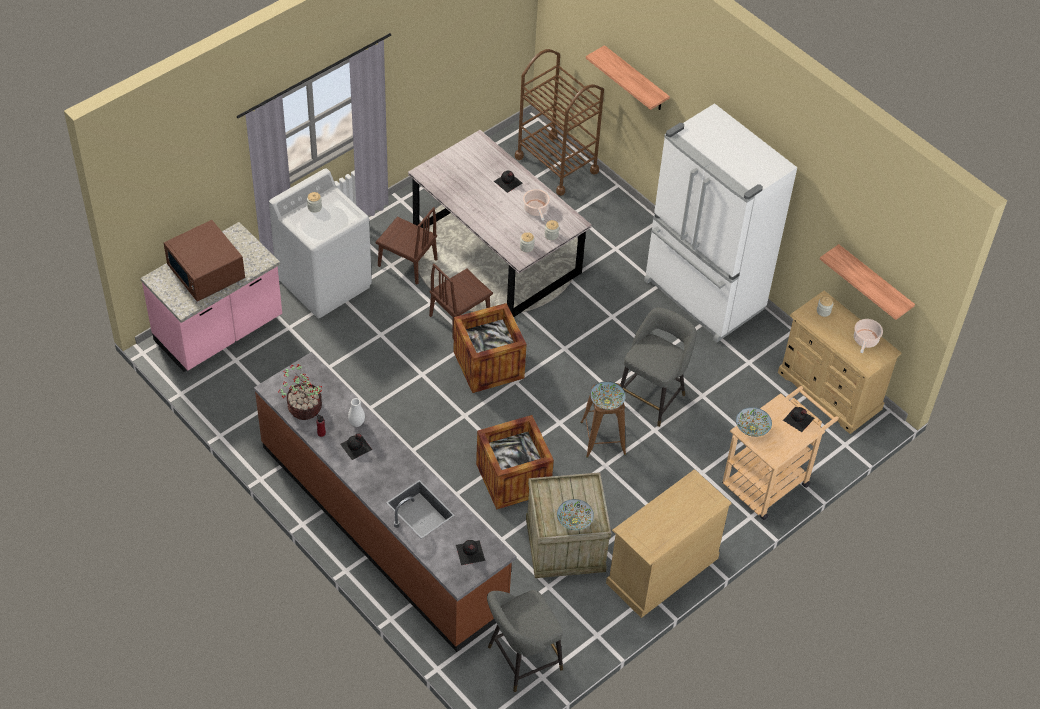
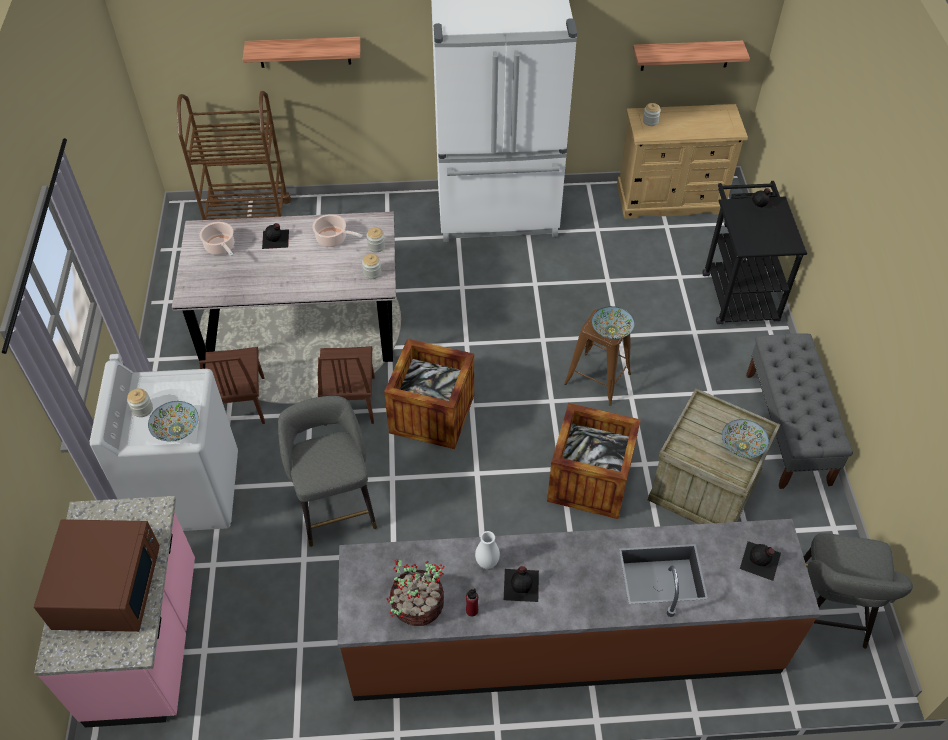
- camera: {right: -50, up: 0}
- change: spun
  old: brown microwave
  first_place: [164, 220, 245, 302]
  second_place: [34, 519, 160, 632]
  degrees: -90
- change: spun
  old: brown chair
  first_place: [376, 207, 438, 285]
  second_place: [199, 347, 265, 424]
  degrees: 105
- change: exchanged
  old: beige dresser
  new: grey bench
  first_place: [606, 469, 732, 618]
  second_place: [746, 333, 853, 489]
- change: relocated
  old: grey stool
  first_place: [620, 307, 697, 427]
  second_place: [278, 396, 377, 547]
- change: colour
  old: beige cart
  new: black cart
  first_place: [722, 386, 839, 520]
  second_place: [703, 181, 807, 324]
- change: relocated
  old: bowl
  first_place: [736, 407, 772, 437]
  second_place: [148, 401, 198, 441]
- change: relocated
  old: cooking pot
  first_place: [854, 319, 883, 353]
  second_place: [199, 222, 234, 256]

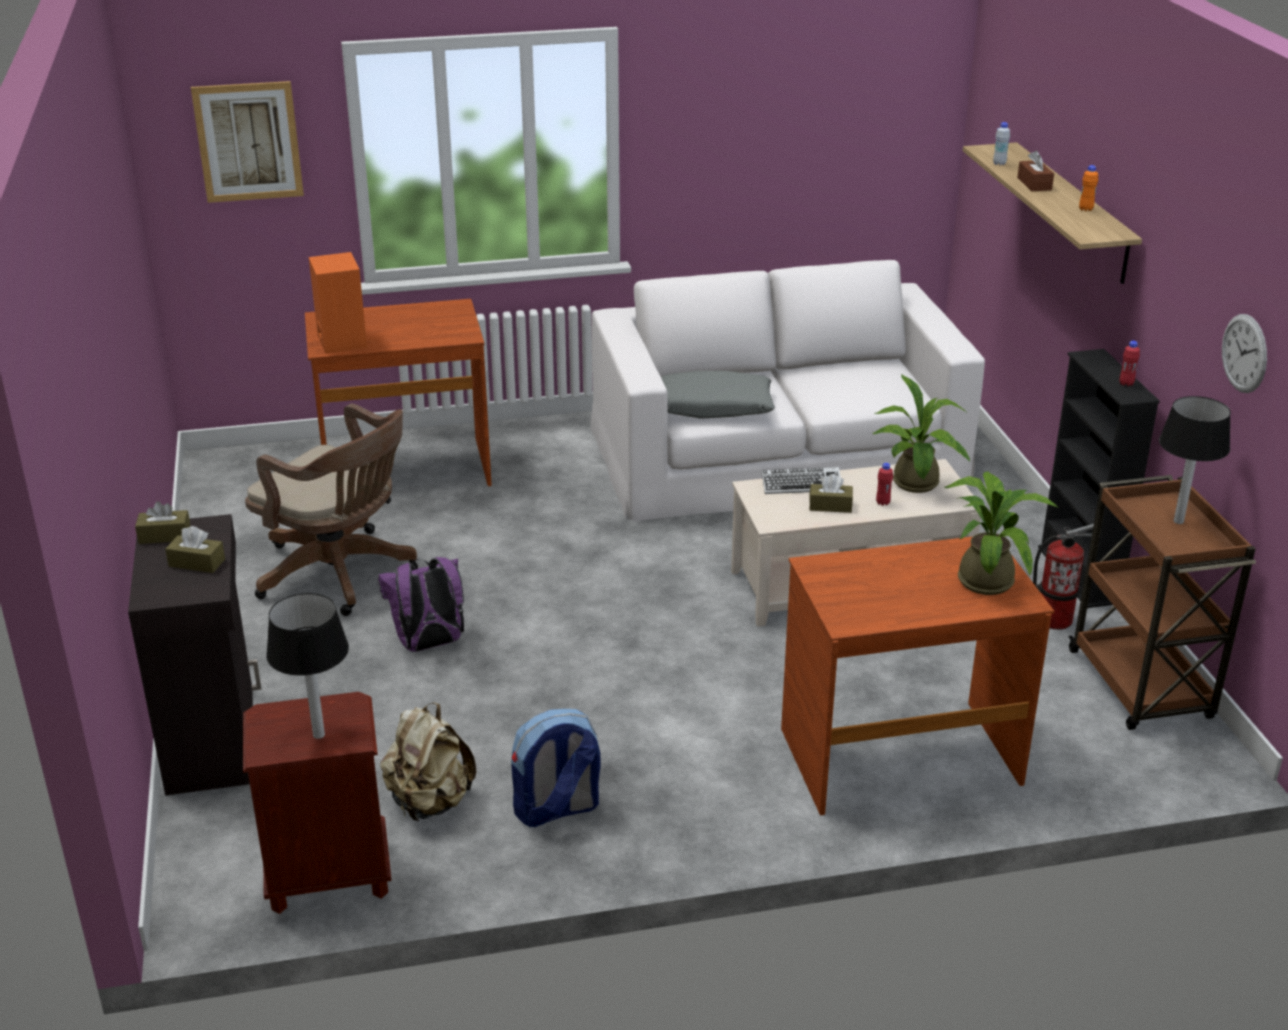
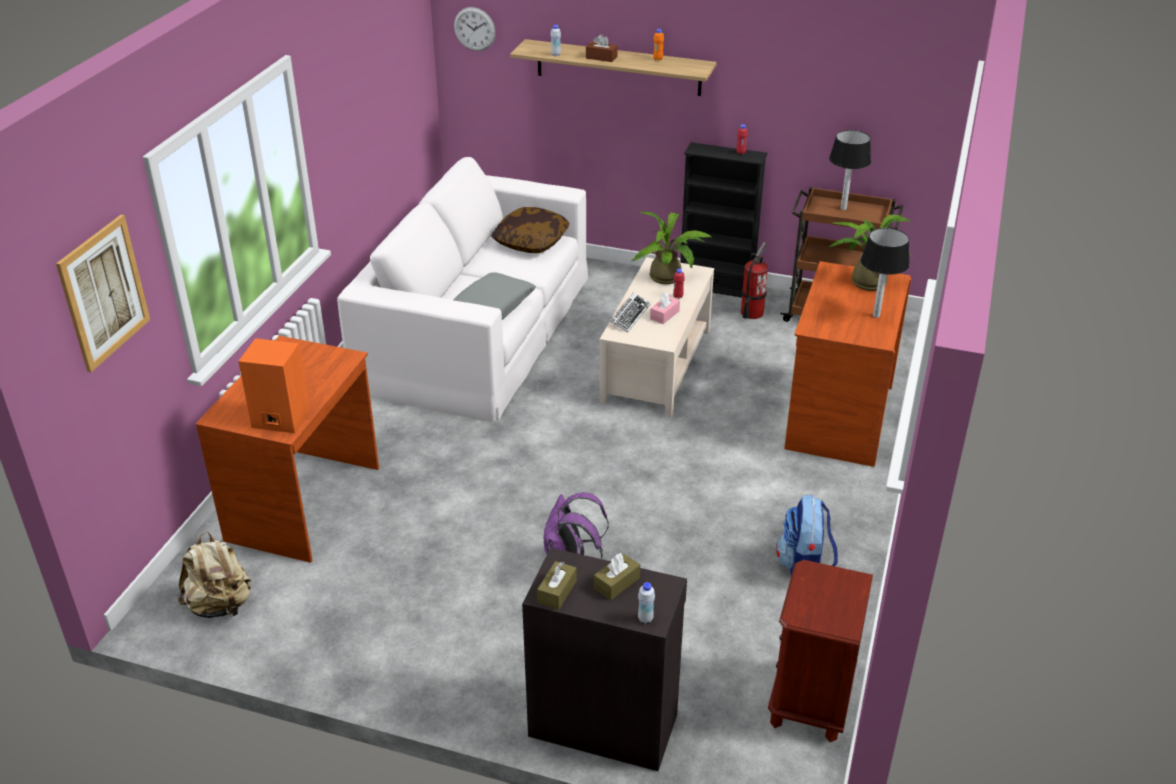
- camera: {right: -60, up: 5}
- change: missing
  old: brown office chair
  first_place: [245, 404, 418, 616]
- change: relocated
  old: table lamp
  first_place: [266, 593, 349, 739]
  second_place: [861, 228, 910, 318]
- change: relocated
  old: beige backpack
  first_place: [380, 702, 476, 821]
  second_place: [178, 531, 251, 618]
- change: colour
  old: brown tissue box
  new: pink tissue box
  first_place: [809, 474, 853, 513]
  second_place: [650, 293, 680, 324]
- change: relocated
  old: wall clock
  first_place: [1222, 314, 1267, 393]
  second_place: [454, 7, 496, 51]
- change: appeared
  new: pillow
  second_place: [491, 207, 569, 253]
- change: appeared
  new: white bottle
  second_place: [638, 582, 655, 624]

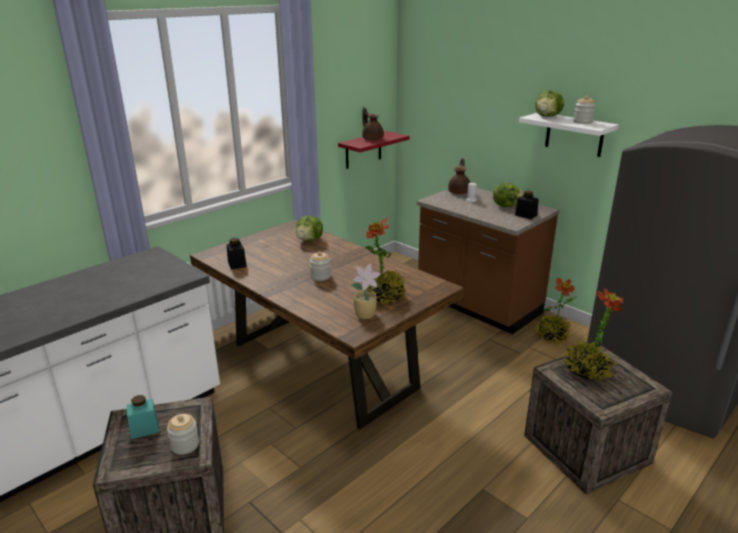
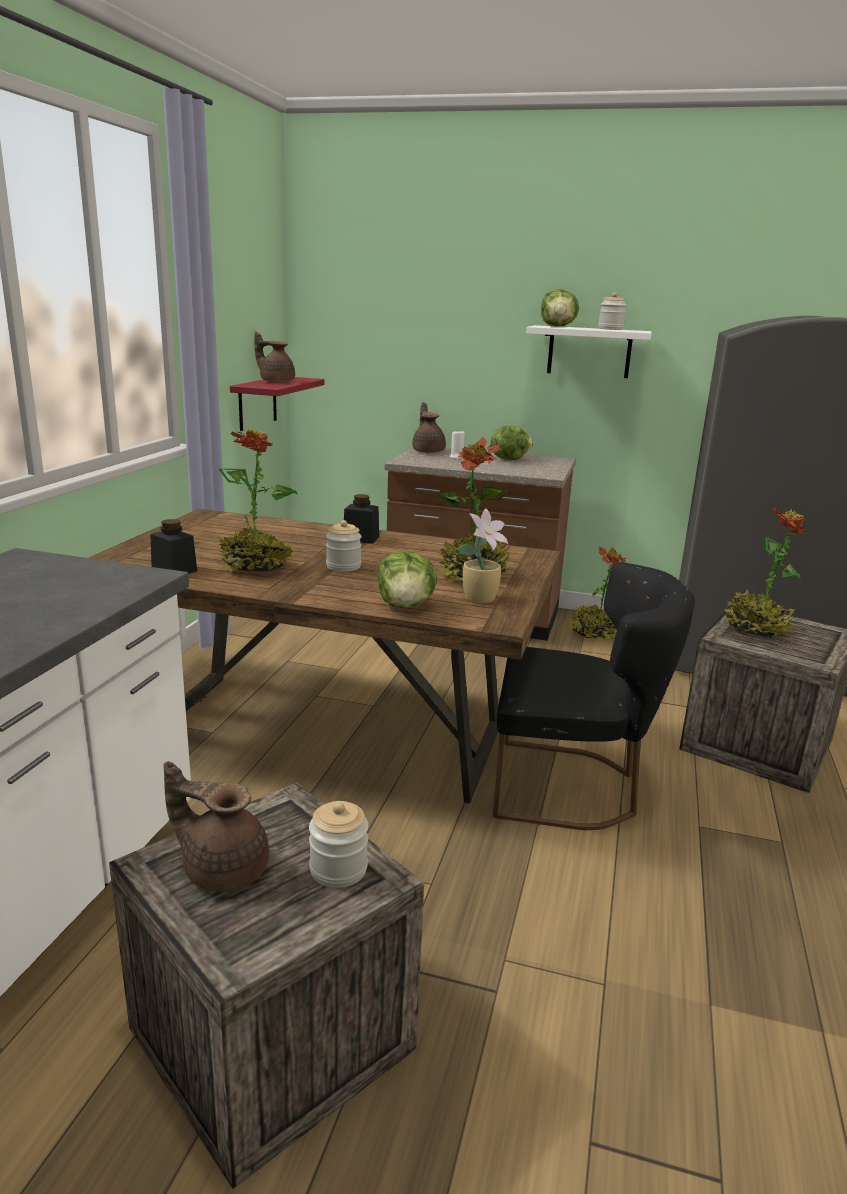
- camera: {right: -30, up: -5}
- change: exchanged
  old: turquoise jar
  new: brown teapot
  first_place: [127, 395, 159, 439]
  second_place: [163, 761, 269, 892]
- change: relocated
  old: lettuce
  first_place: [296, 216, 323, 241]
  second_place: [378, 551, 438, 608]
- change: relocated
  old: black jar
  first_place: [515, 191, 539, 219]
  second_place: [344, 494, 379, 544]
- change: appeared
  new: potted plant
  second_place: [218, 428, 298, 572]
- change: appeared
  new: black chair
  second_place: [493, 562, 695, 830]

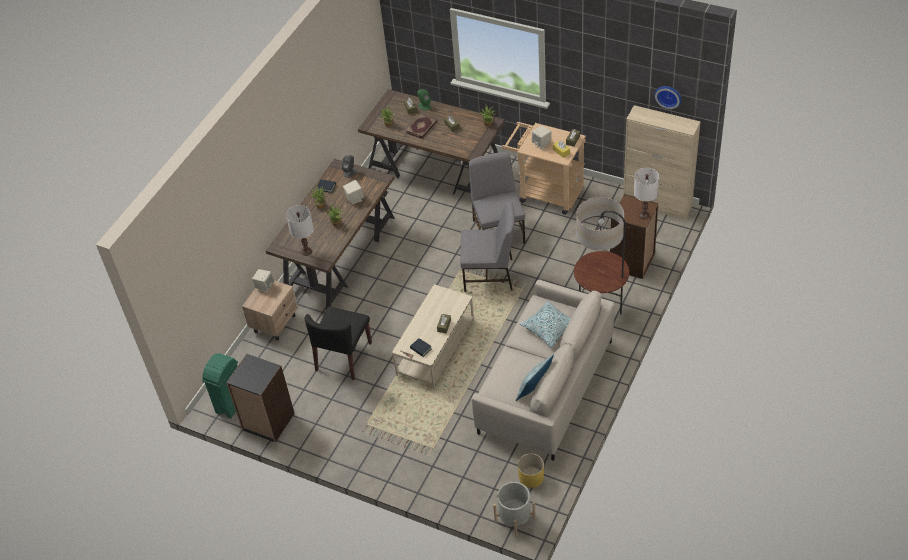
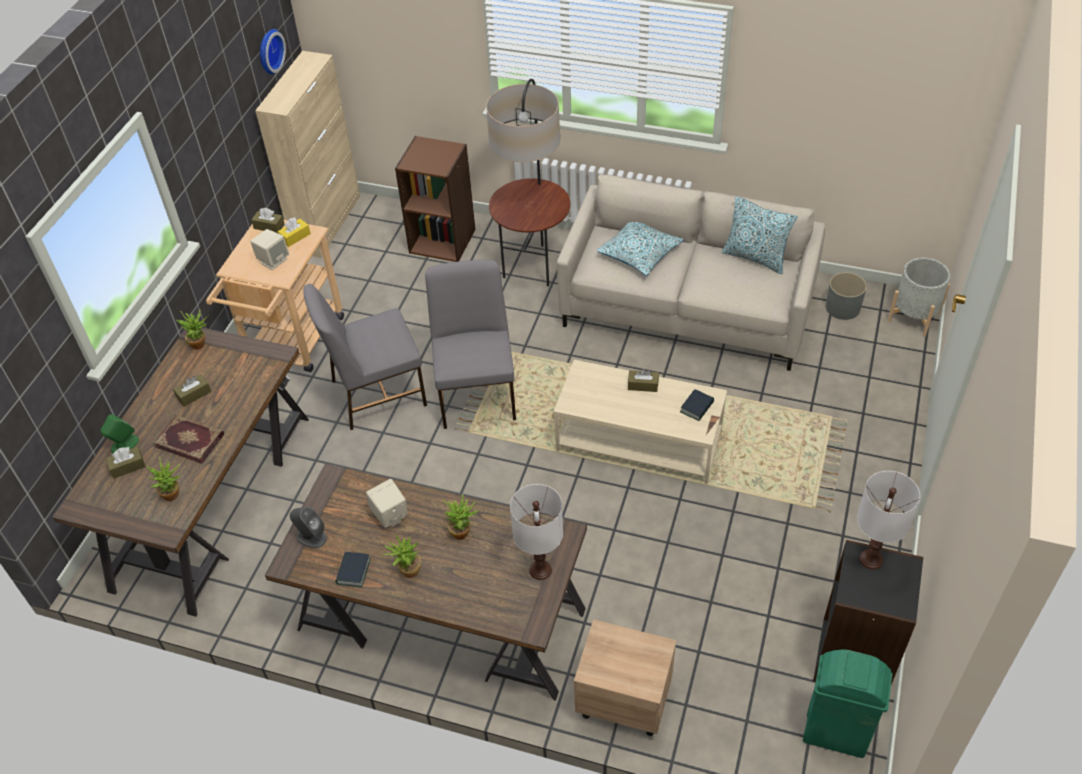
- camera: {right: -100, up: 0}
- change: missing
  old: beige speaker
  first_place: [252, 269, 274, 293]
- change: missing
  old: black chair
  first_place: [305, 307, 372, 380]
- change: colour
  old: yellow planter
  new: grey planter
  first_place: [518, 453, 544, 488]
  second_place: [826, 272, 867, 320]
- change: relocated
  old: white table lamp
  first_place: [634, 168, 659, 220]
  second_place: [857, 471, 920, 569]

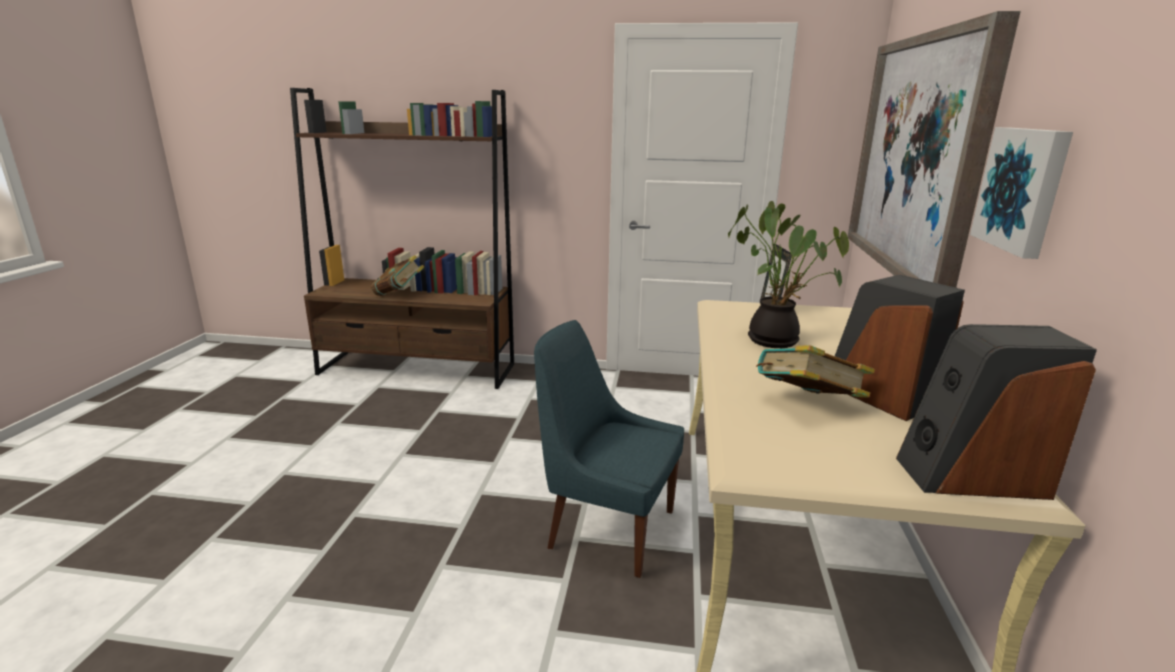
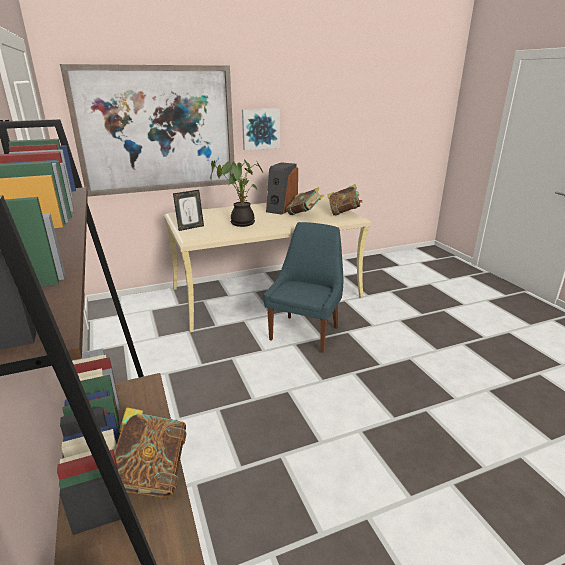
- camera: {right: -120, up: 5}
- change: spun
  old: blue chair
  first_place: [534, 320, 684, 578]
  second_place: [263, 222, 343, 353]
  degrees: -150
- change: missing
  old: speaker
  first_place: [896, 324, 1097, 500]
- change: appeared
  new: book
  second_place: [327, 184, 363, 216]

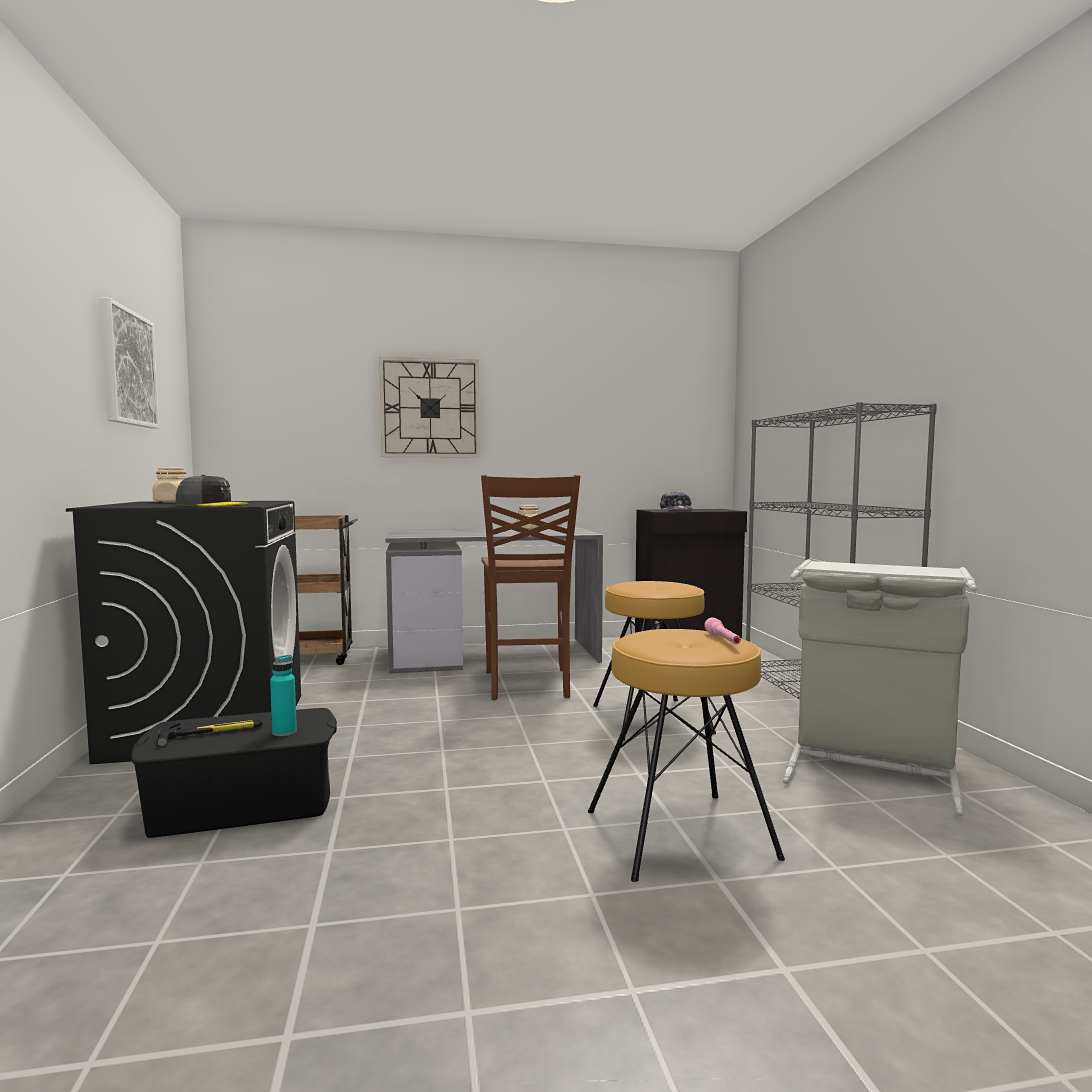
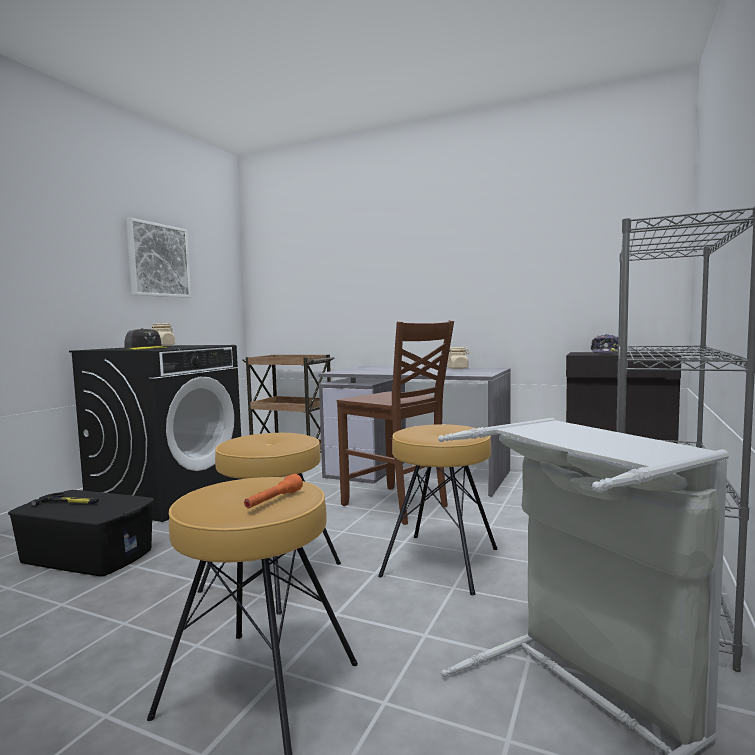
- camera: {right: 35, up: 0}
- change: missing
  old: turquoise bottle
  first_place: [270, 655, 297, 736]
- change: missing
  old: wall clock
  first_place: [379, 357, 480, 458]
- change: spun
  old: brown chair
  first_place: [481, 475, 580, 700]
  second_place: [337, 320, 454, 525]
  degrees: -75
- change: colour
  old: pink flashlight
  new: orange flashlight
  first_place: [704, 617, 741, 644]
  second_place: [244, 474, 303, 508]
- change: appeared
  new: brown stool
  second_place: [198, 433, 341, 615]

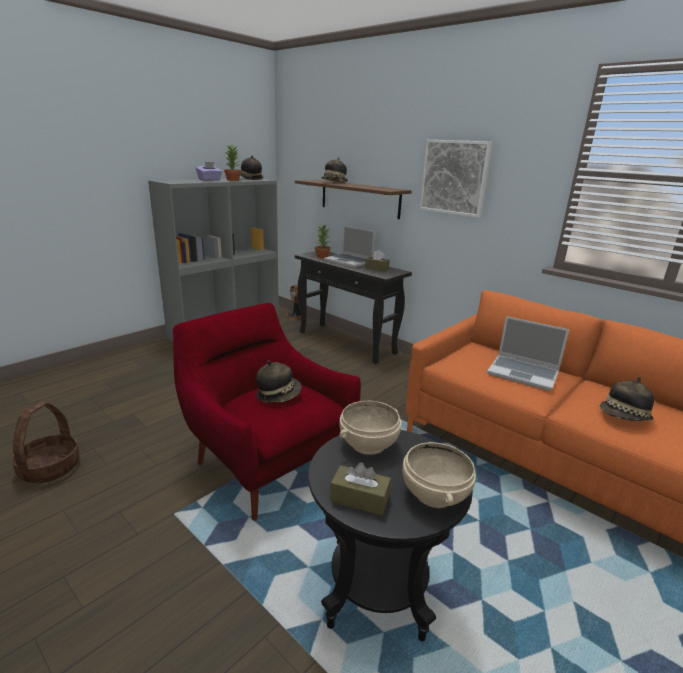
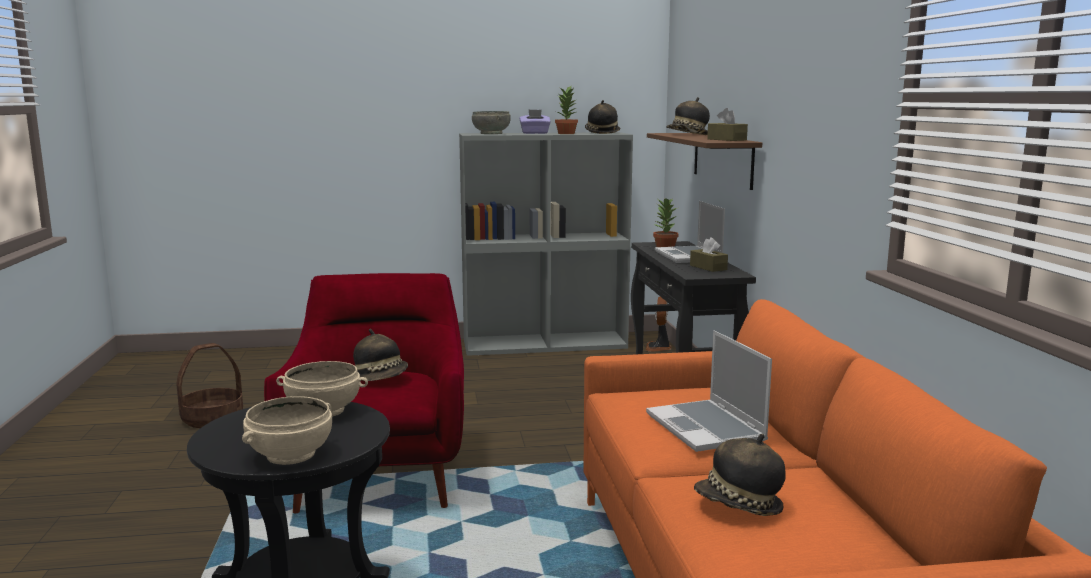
- camera: {right: 40, up: -10}
- change: relocated
  old: brown tissue box
  first_place: [330, 462, 391, 515]
  second_place: [707, 108, 748, 141]
- change: missing
  old: picture
  first_place: [419, 140, 492, 218]
- change: appeared
  new: grey bowl
  second_place: [472, 111, 511, 134]

